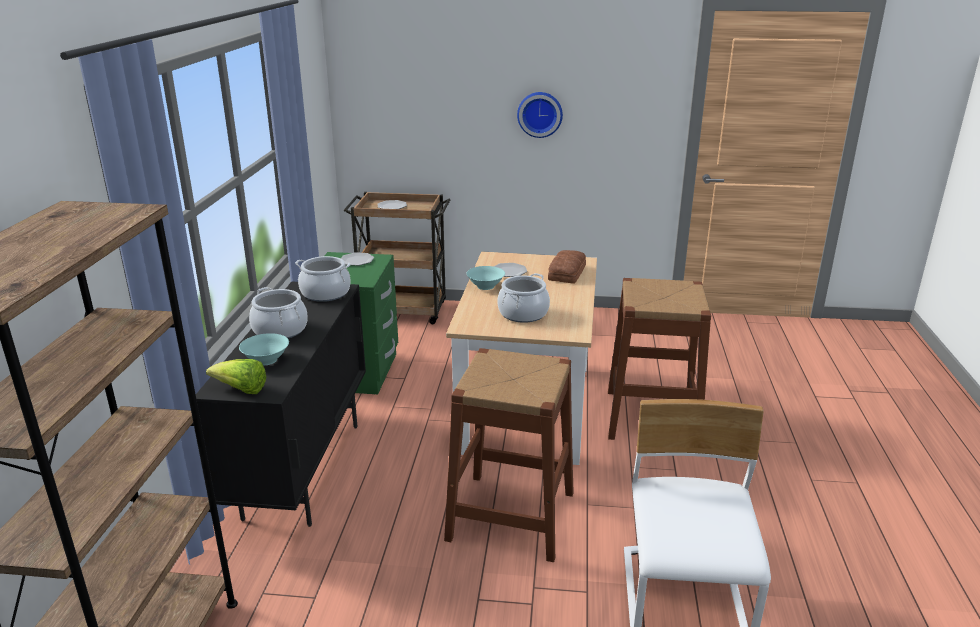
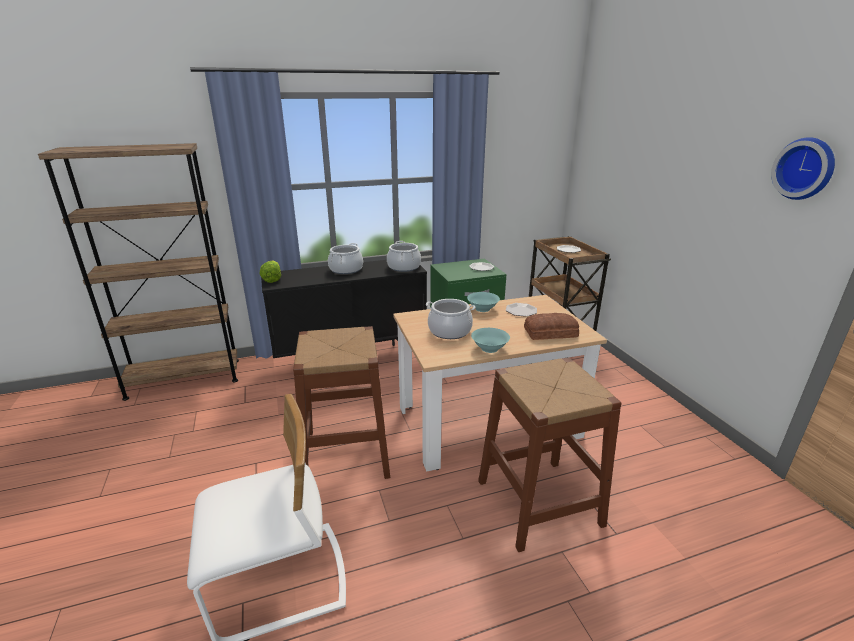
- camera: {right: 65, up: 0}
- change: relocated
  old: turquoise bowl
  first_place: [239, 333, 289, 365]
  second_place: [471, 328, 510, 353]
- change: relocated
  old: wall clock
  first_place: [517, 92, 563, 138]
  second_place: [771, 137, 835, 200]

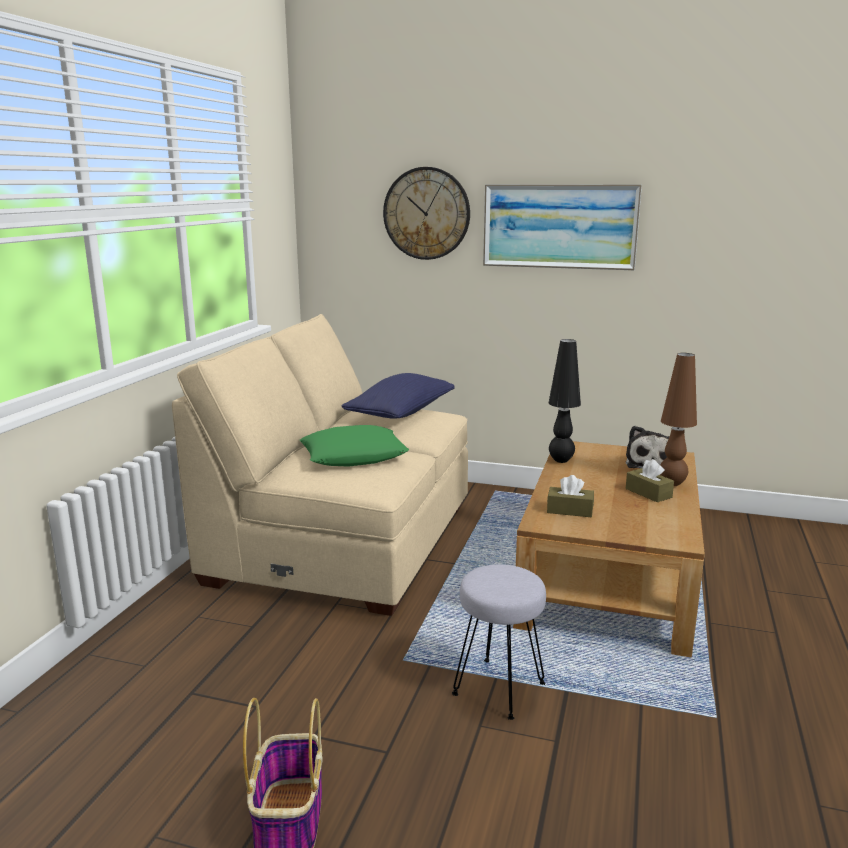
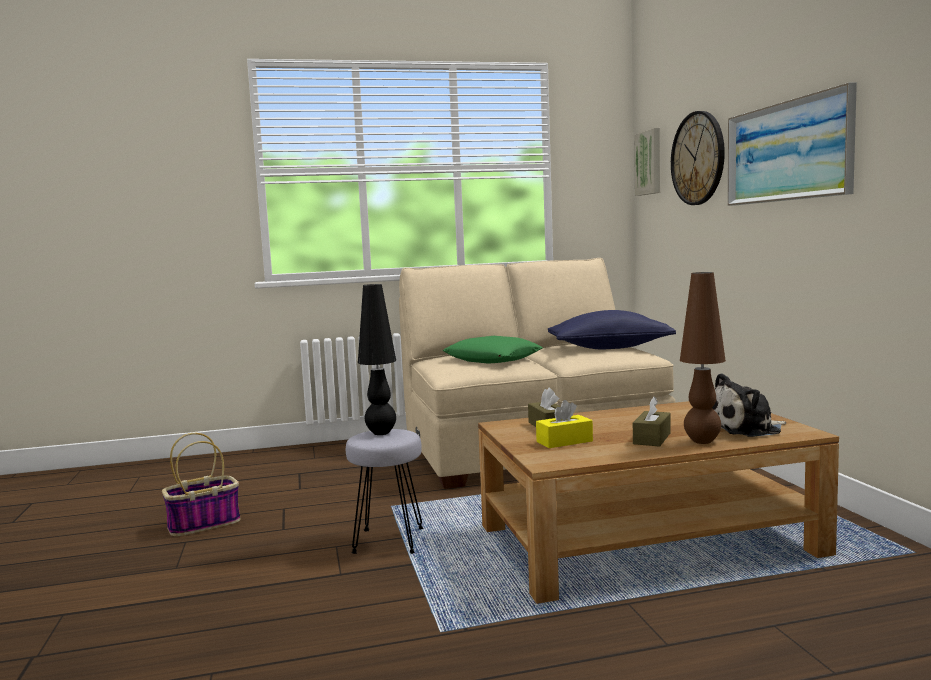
- camera: {right: 60, up: -10}
- change: relocated
  old: black table lamp
  first_place: [548, 339, 581, 463]
  second_place: [358, 284, 396, 435]
- change: appeared
  new: yellow tissue box
  second_place: [536, 400, 593, 448]
- change: appeared
  new: picture
  second_place: [634, 128, 660, 196]

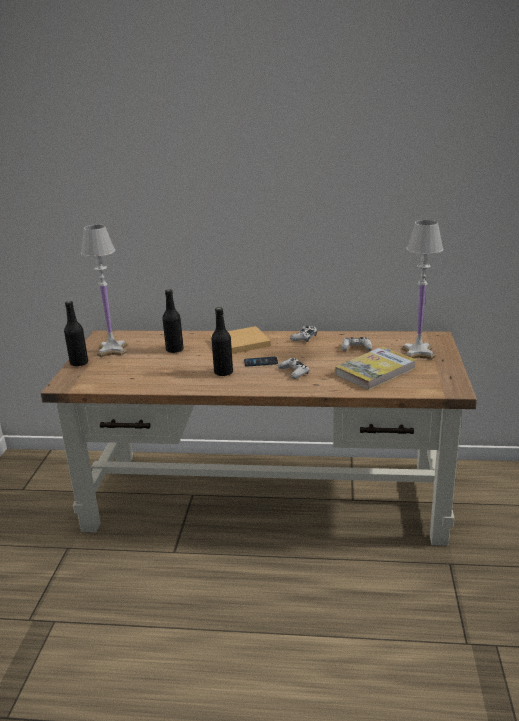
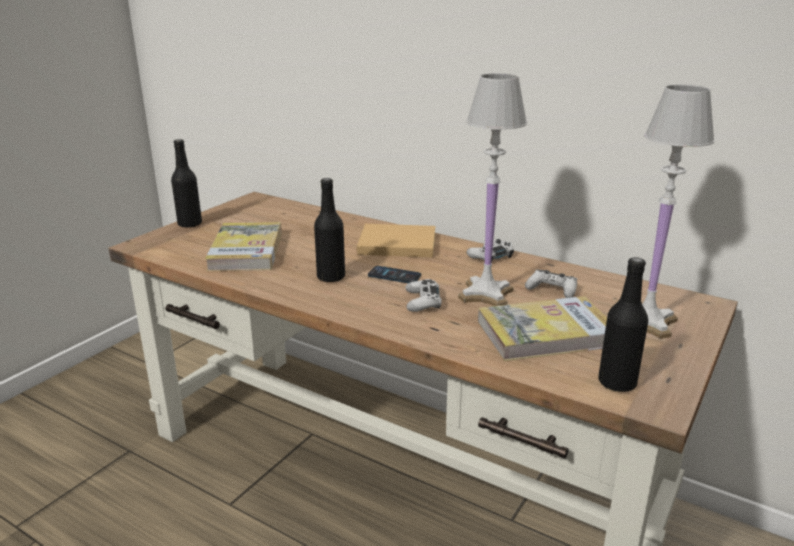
- camera: {right: 25, up: 0}
- change: relocated
  old: white table lamp
  first_place: [81, 225, 128, 357]
  second_place: [458, 73, 527, 306]
- change: relocated
  old: black bottle
  first_place: [162, 289, 184, 353]
  second_place: [598, 257, 648, 392]
- change: appeared
  new: book
  second_place: [205, 222, 282, 271]

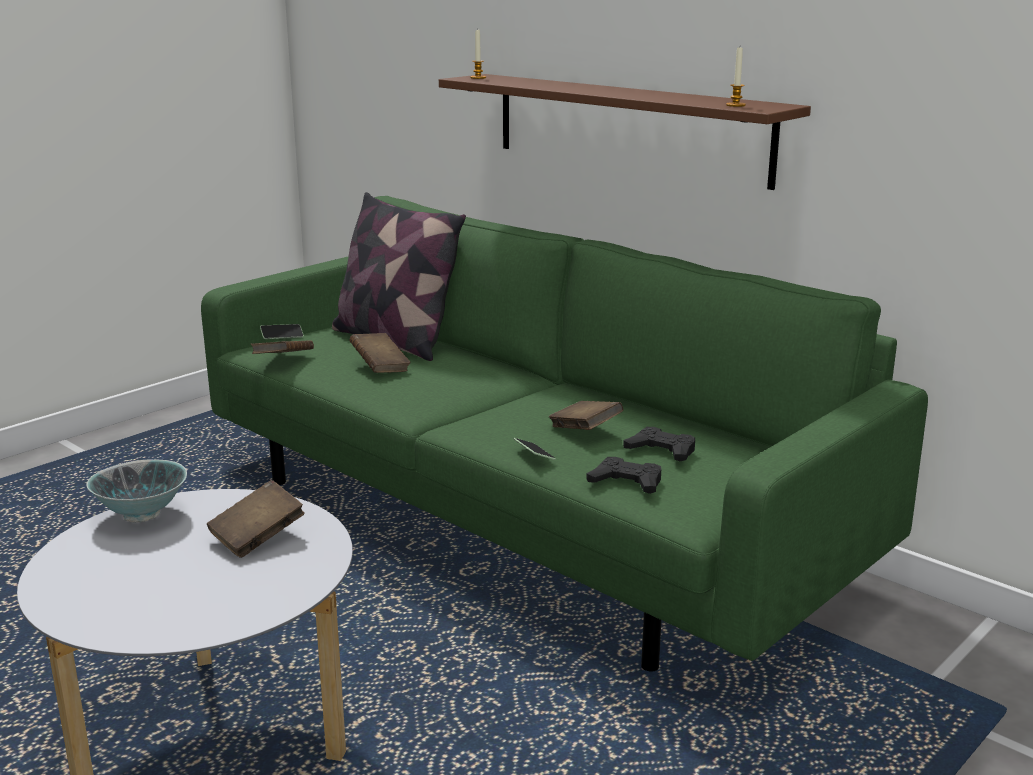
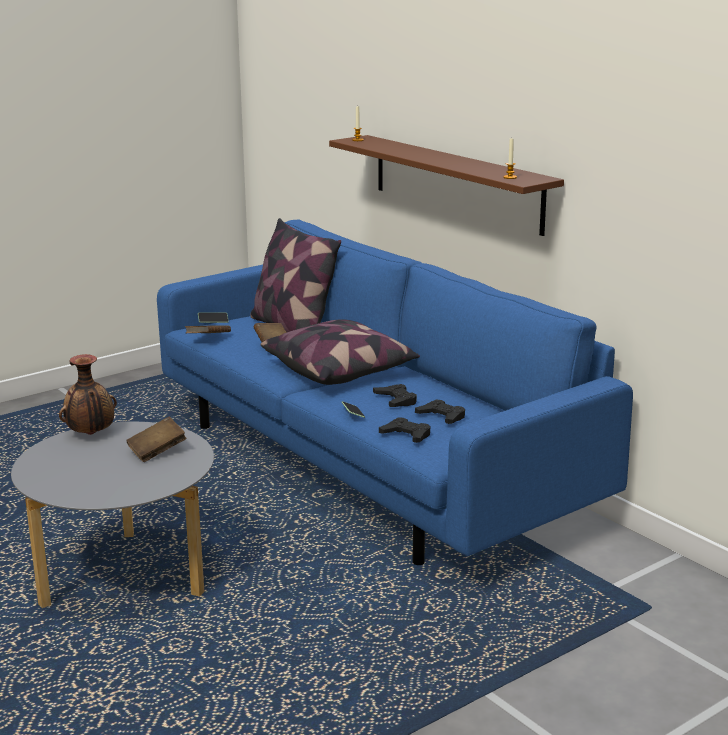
- camera: {right: 10, up: 0}
- change: exchanged
  old: bowl
  new: vase
  first_place: [87, 460, 187, 523]
  second_place: [59, 354, 117, 435]
- change: colour
  old: green sofa
  new: blue sofa
  first_place: [201, 196, 928, 672]
  second_place: [157, 219, 633, 565]
- change: exchanged
  old: brown book
  new: black game controller
  first_place: [549, 401, 623, 430]
  second_place: [373, 384, 417, 407]
- change: appeared
  new: pillow
  second_place: [260, 319, 420, 385]

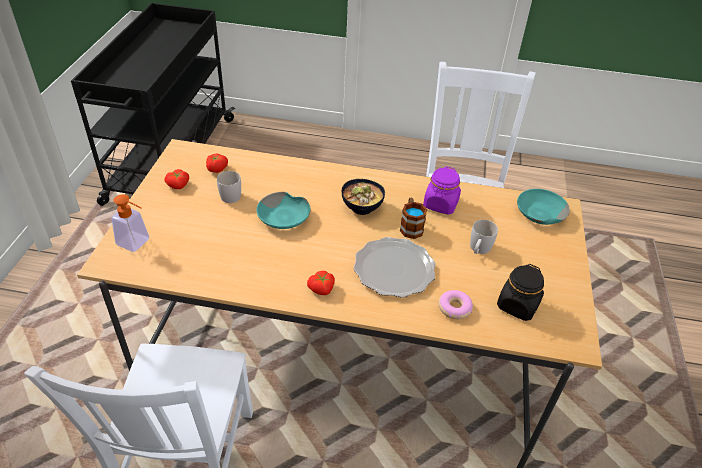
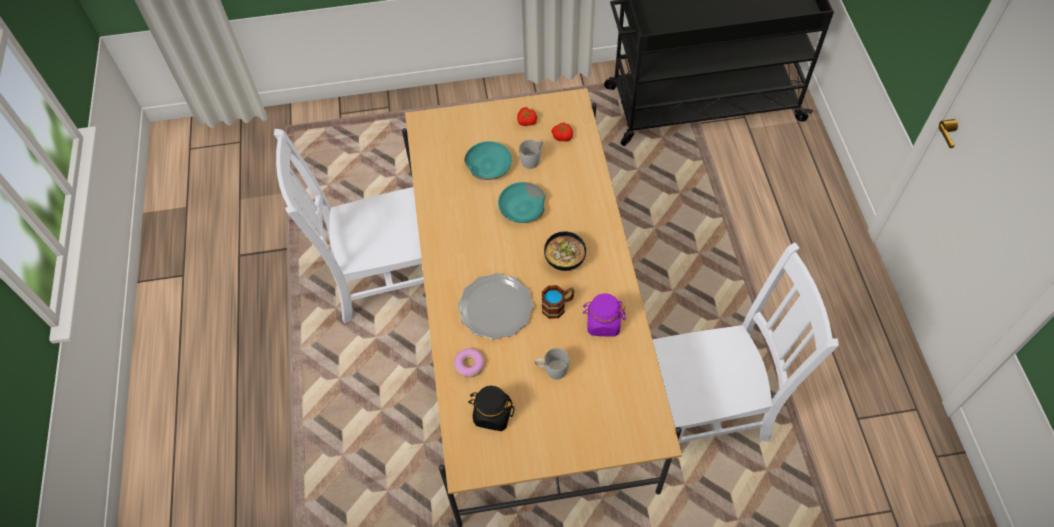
- camera: {right: 75, up: 15}
- change: missing
  old: soap dispenser
  first_place: [111, 194, 149, 252]
- change: missing
  old: tomato
  first_place: [307, 271, 335, 295]
- change: relocated
  old: turquoise bowl
  first_place: [517, 189, 570, 225]
  second_place: [464, 141, 512, 180]

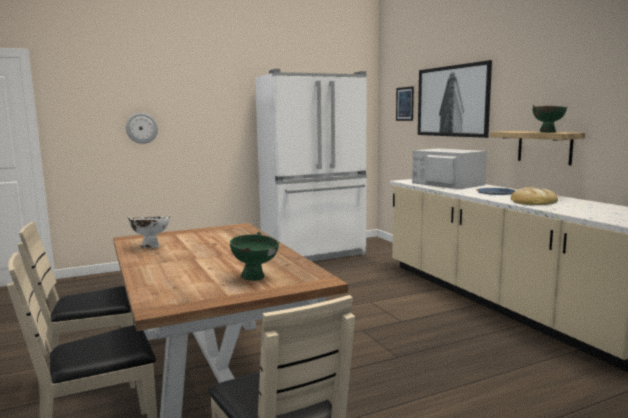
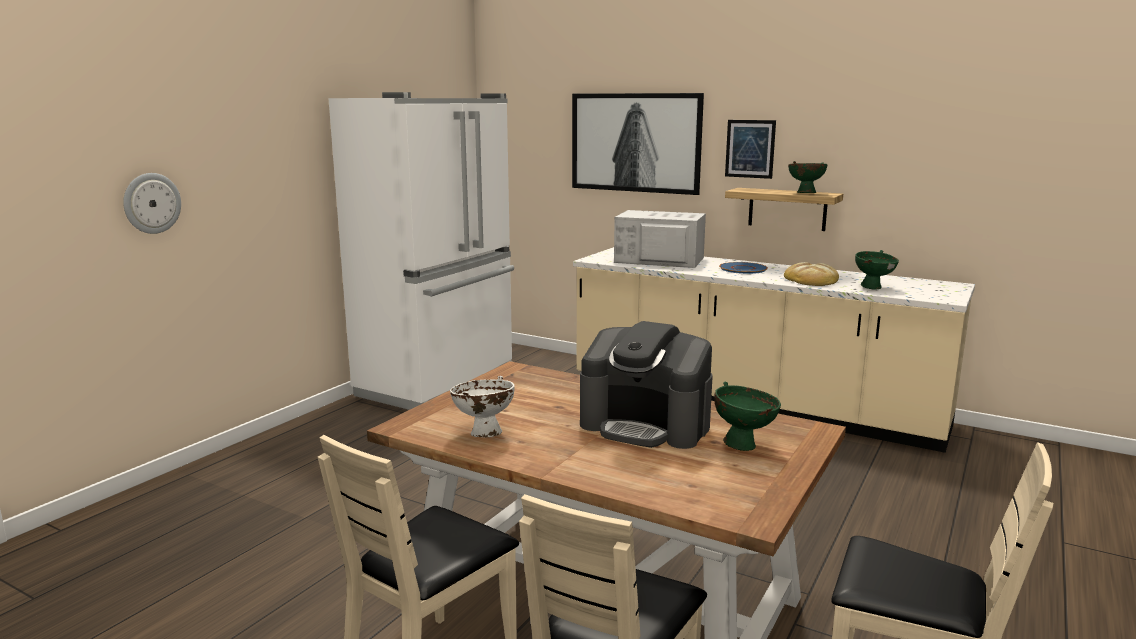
- camera: {right: -35, up: 5}
- change: relocated
  old: picture
  first_place: [396, 86, 414, 121]
  second_place: [725, 120, 776, 179]
- change: appeared
  new: coffee machine
  second_place: [580, 321, 713, 449]
- change: appeared
  new: green bowl
  second_place: [855, 250, 899, 289]

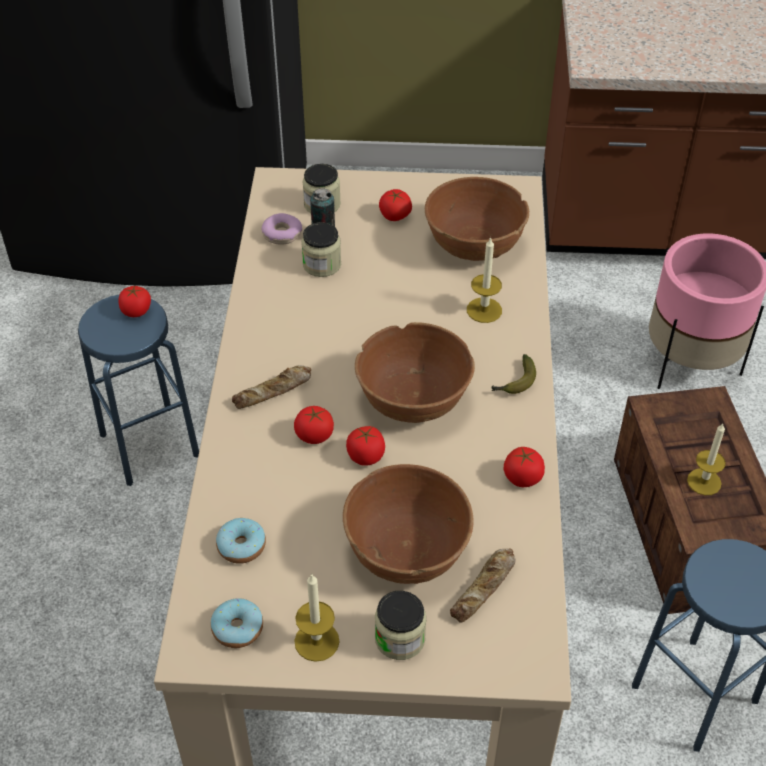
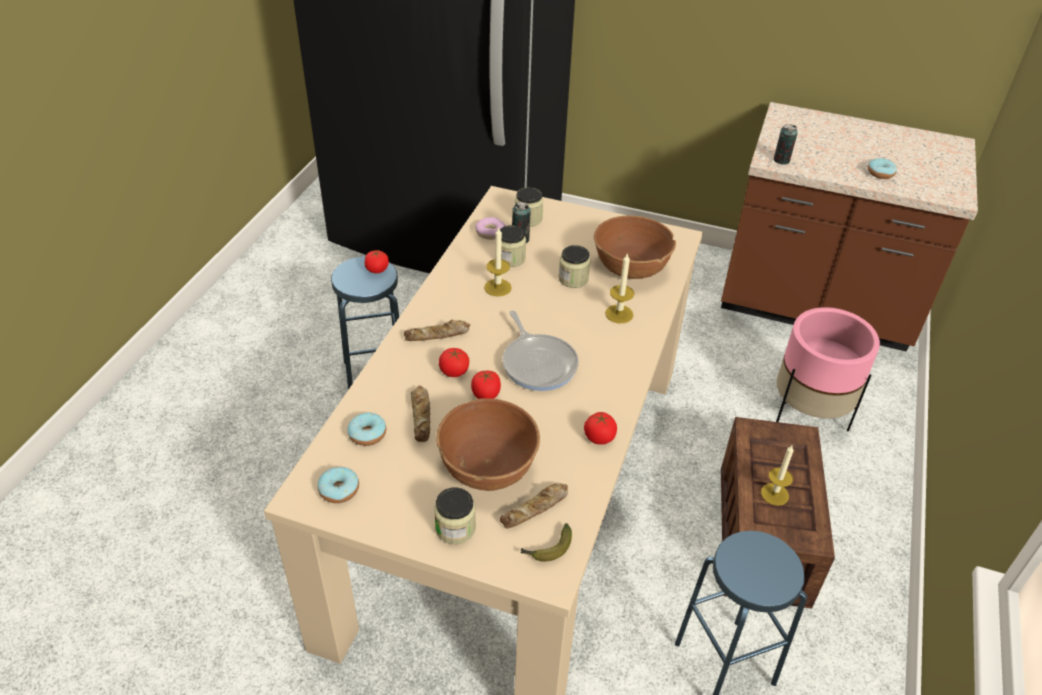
- camera: {right: 15, up: -5}
- change: relocated
  old: candle
  first_place: [294, 574, 340, 662]
  second_place: [484, 228, 512, 296]
- change: exchanged
  old: brown bowl
  new: frying pan
  first_place: [355, 322, 475, 423]
  second_place: [502, 310, 579, 391]
- change: missing
  old: tomato
  first_place: [379, 189, 412, 221]
- change: relocated
  old: banana
  first_place: [491, 354, 536, 394]
  second_place: [520, 523, 572, 562]
- change: appeared
  new: bread
  second_place: [411, 385, 430, 442]
- change: appeared
  new: jar
  second_place: [558, 245, 591, 288]
- change: appeared
  new: can
  second_place: [773, 124, 798, 165]
- change: appeared
  new: donut
  second_place: [867, 158, 897, 179]

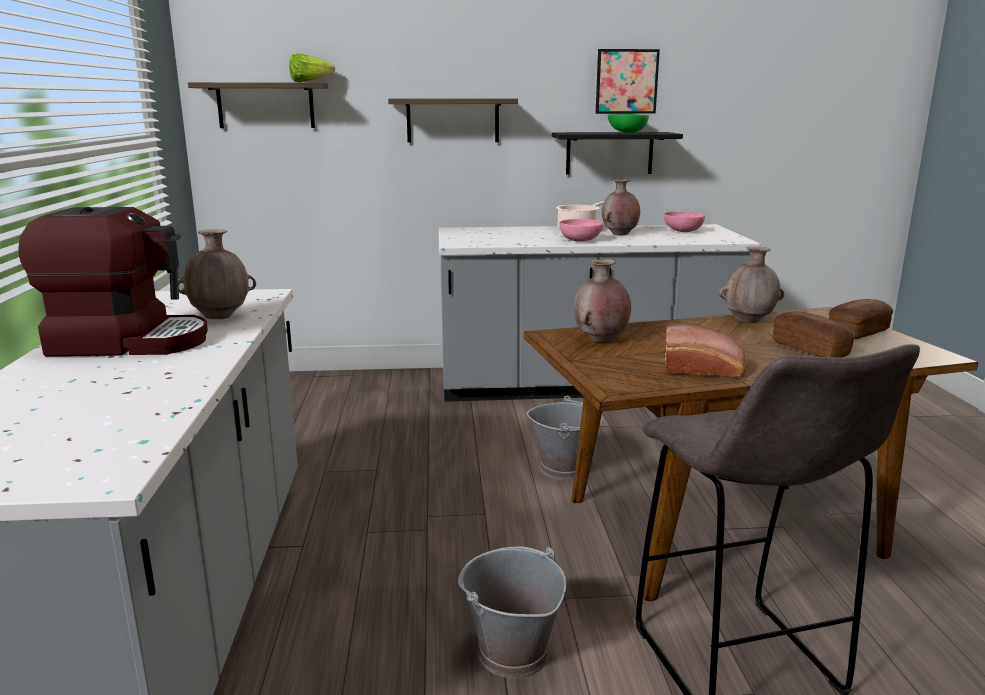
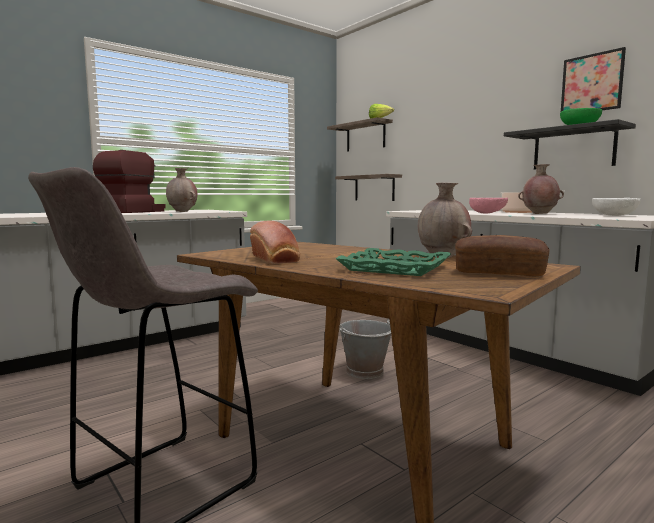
- camera: {right: 55, up: -10}
- change: spun
  old: coffee machine
  first_place: [19, 207, 208, 356]
  second_place: [93, 150, 166, 213]
  degrees: -120
- change: relocated
  old: shelf
  first_place: [388, 99, 518, 143]
  second_place: [335, 174, 402, 201]
- change: missing
  old: grey bucket
  first_place: [458, 546, 566, 678]
- change: missing
  old: brown vase
  first_place: [573, 259, 631, 342]
- change: colour
  old: pink bowl
  new: white bowl
  first_place: [664, 211, 705, 232]
  second_place: [592, 198, 641, 216]
- change: exchanged
  old: bread
  new: green tray
  first_place: [773, 311, 853, 358]
  second_place: [335, 248, 451, 276]

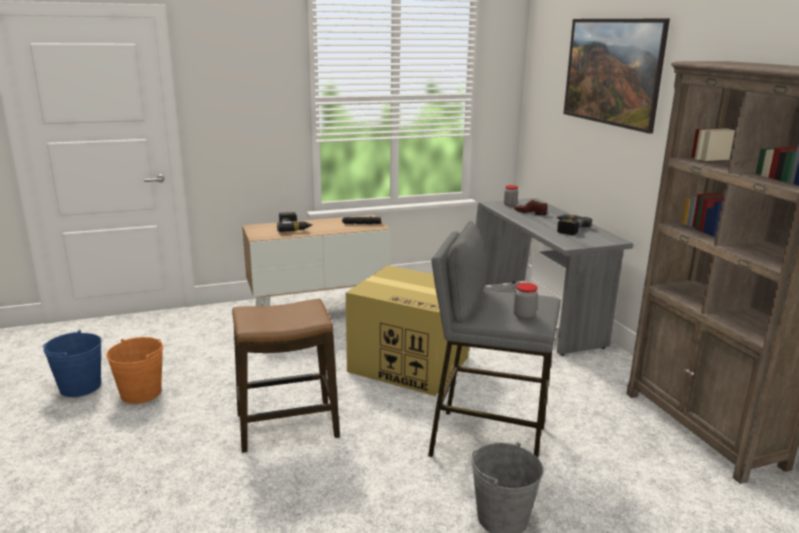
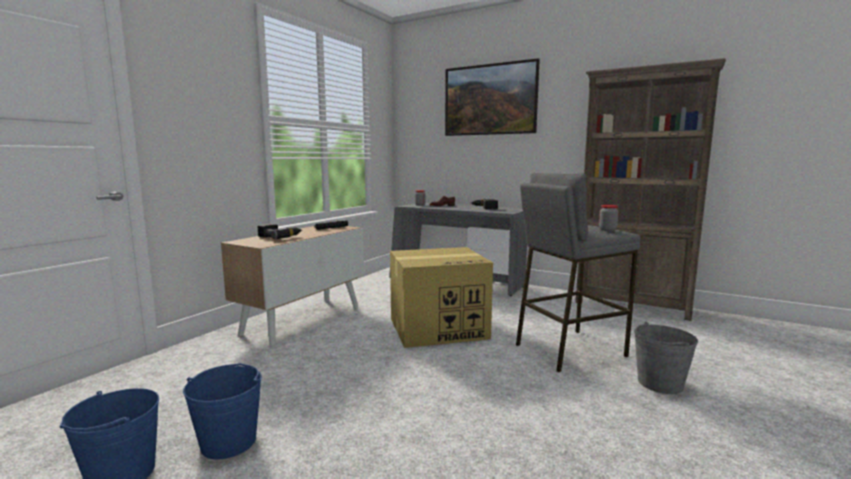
- camera: {right: -40, up: -10}
- change: colour
  old: orange bucket
  new: blue bucket
  first_place: [106, 337, 163, 404]
  second_place: [183, 363, 262, 459]
- change: missing
  old: stool
  first_place: [232, 299, 340, 453]

